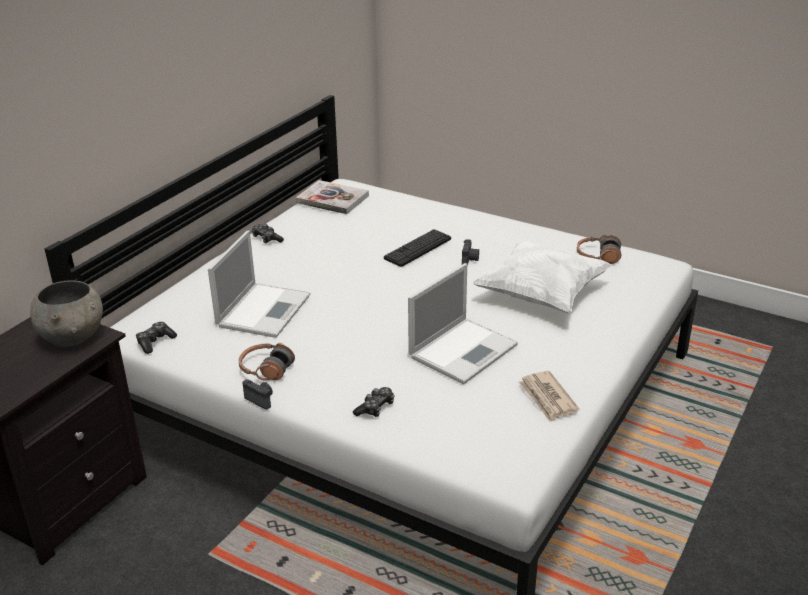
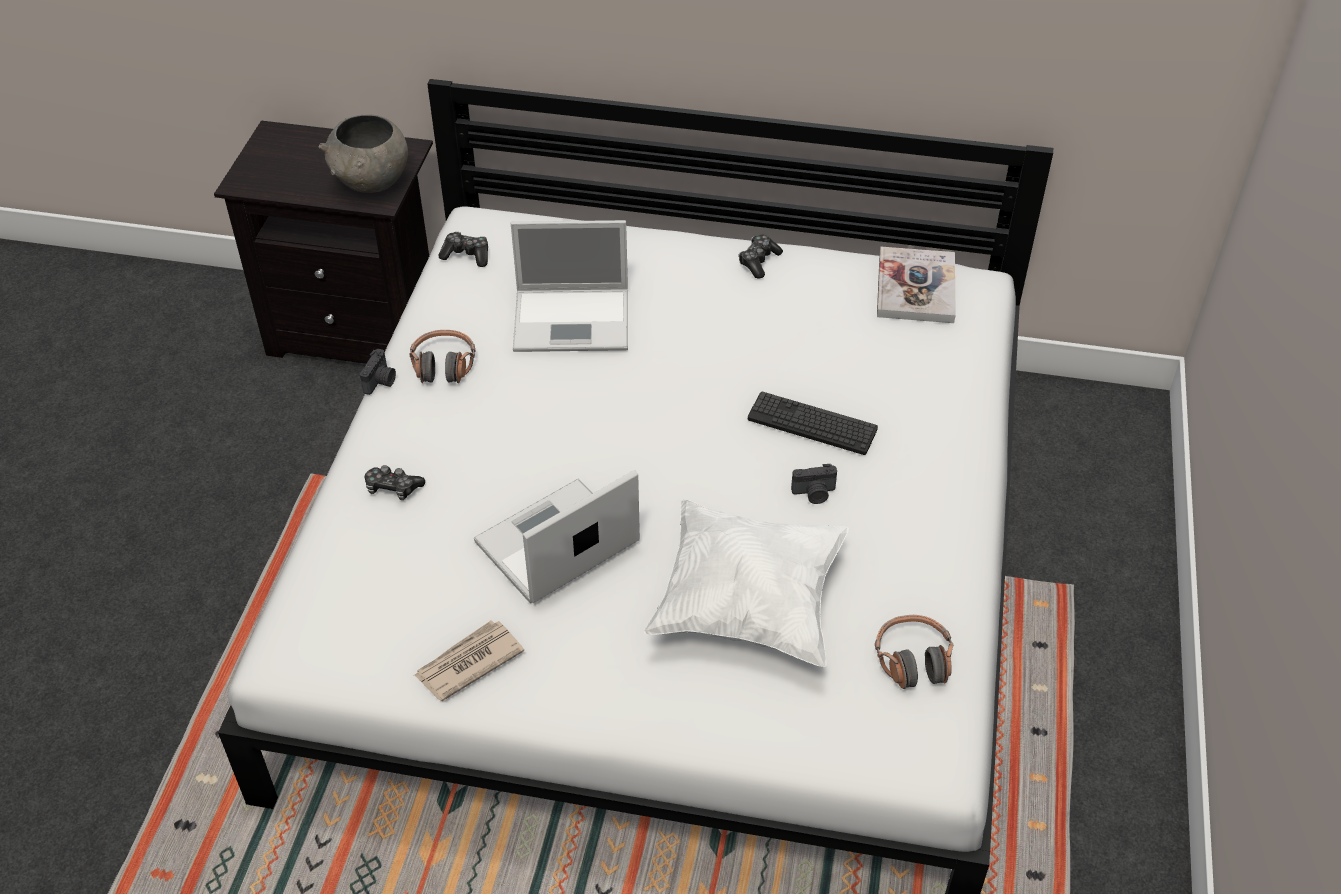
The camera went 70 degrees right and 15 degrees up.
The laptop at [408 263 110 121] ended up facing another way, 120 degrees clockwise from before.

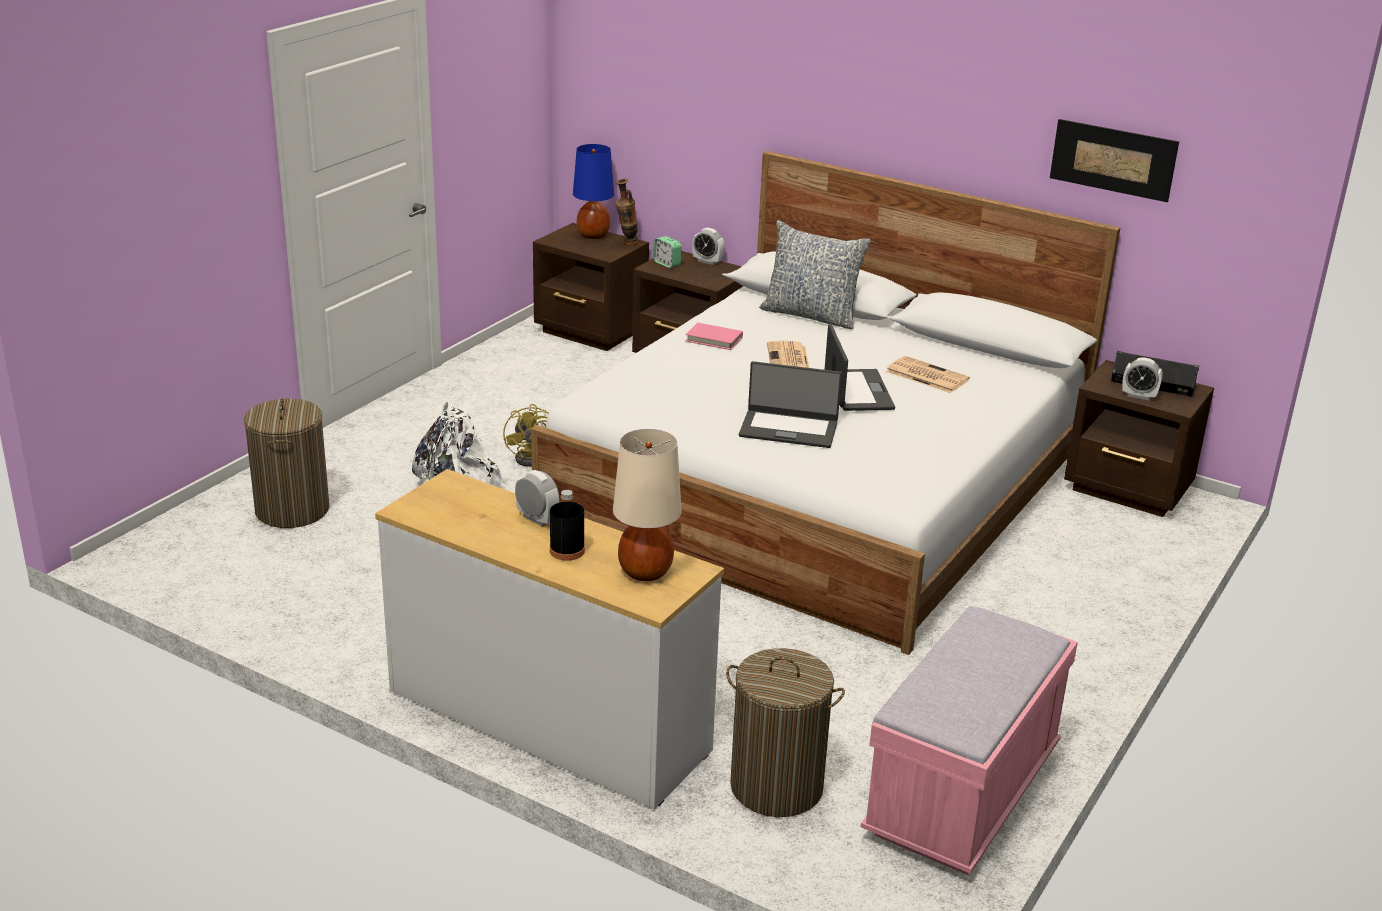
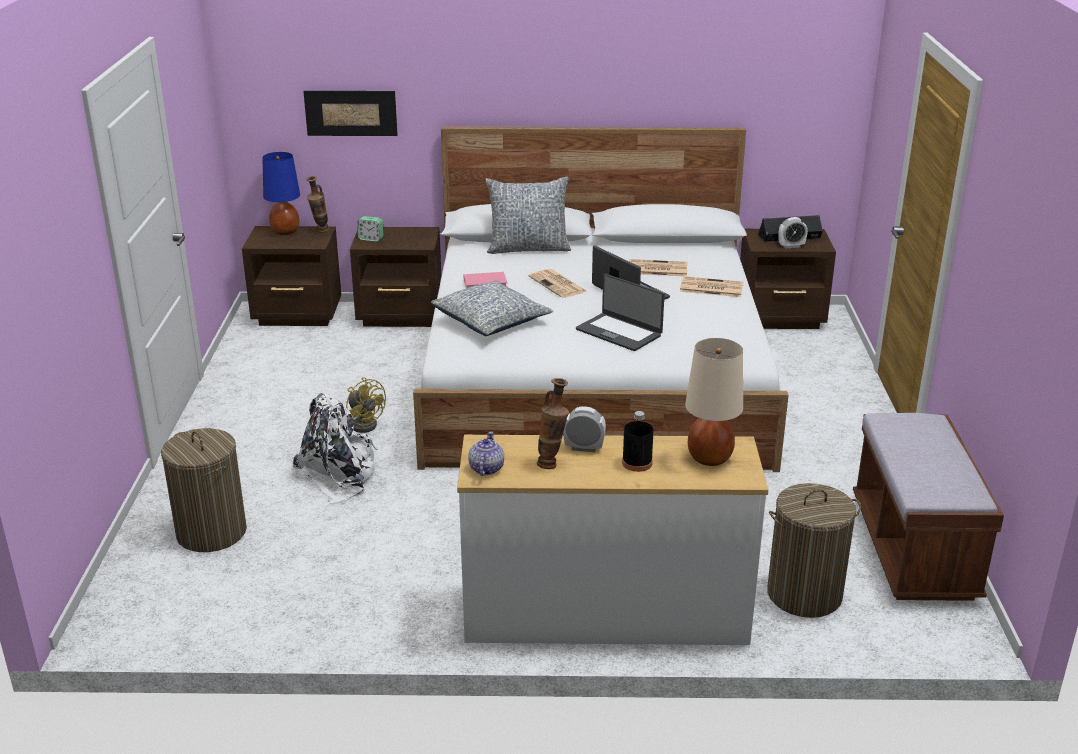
The camera went 30 degrees left and 0 degrees up.
The second view lost the alarm clock at [692 228 32 37].
The laptop at [739 361 103 87] ended up facing another way, 60 degrees clockwise from before.
What was the pink bench at [860 606 218 269] turned into the brown bench at [853 413 151 188].
The picture ended up elsewhere, having gone from [1050 119 129 83] to [303 91 95 45].
The second view gained the pillow at [431 280 122 56].
The second view gained the teapot at [468 432 36 44].
The second view gained the vase at [537 378 32 91].
The second view gained the newspaper at [680 276 64 21].

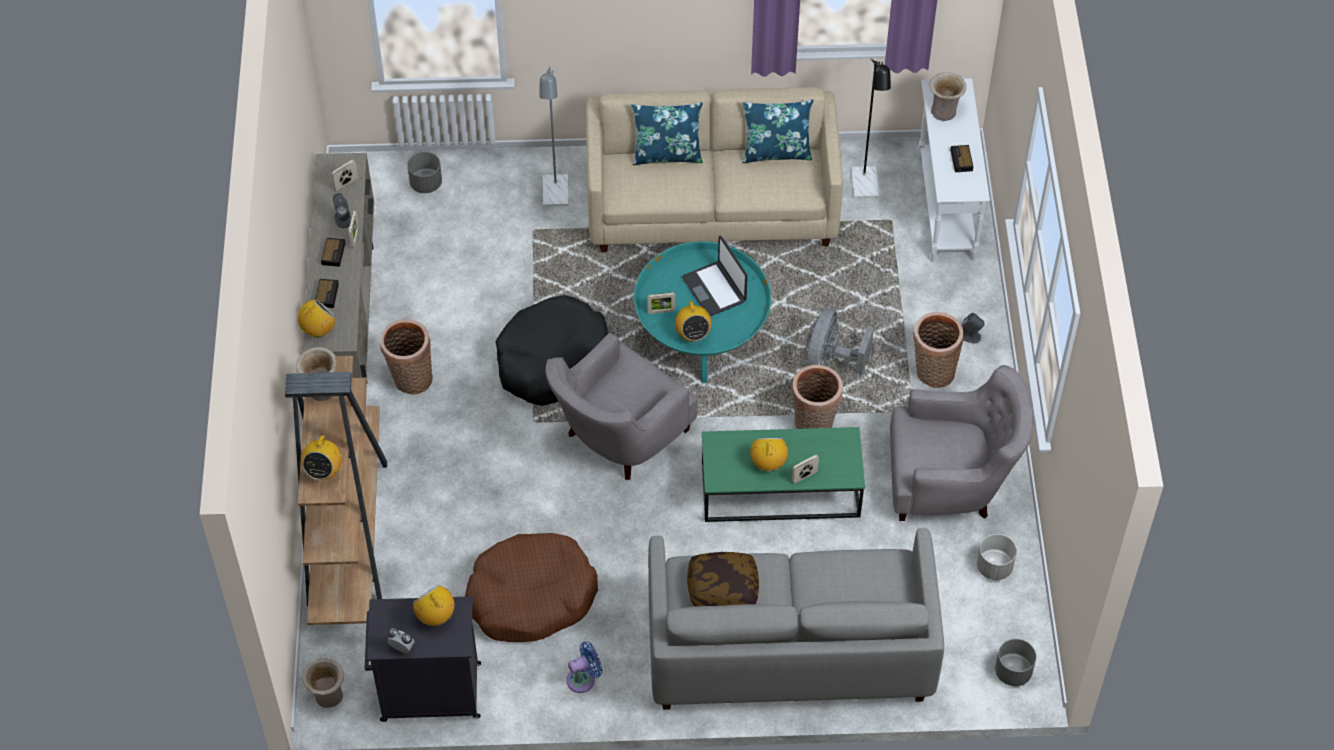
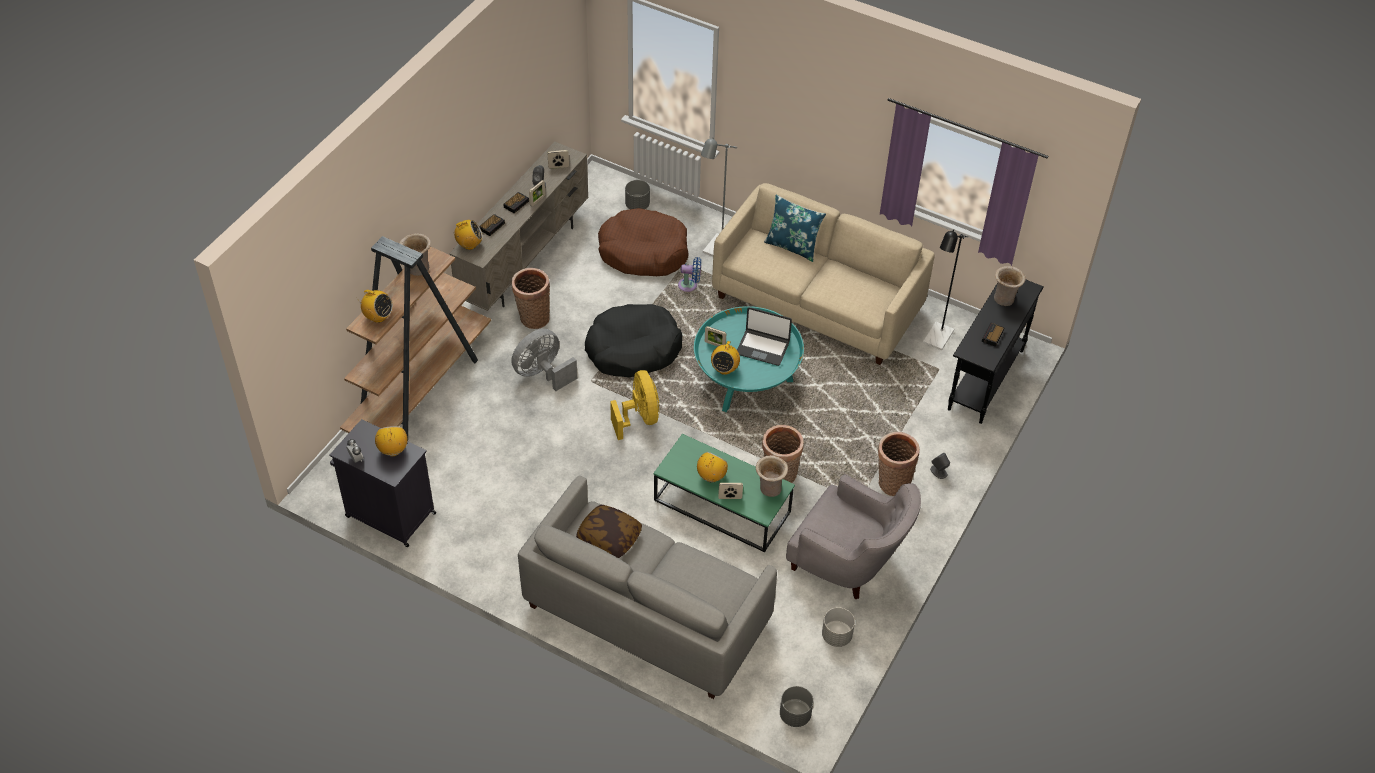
The camera went 30 degrees right and 5 degrees down.
The radio at [301 435 41 45] ended up facing another way, 105 degrees counterclockwise from before.
The beige vase ended up elsewhere, having gone from [302 658 42 50] to [756 455 32 42].
The brown dog bed ended up elsewhere, having gone from [465 533 133 109] to [598 208 90 68].
Where the grey armchair stood at [545 333 153 147], the yellow fan came to stand at [610 370 49 70].
The blue fan ended up elsewhere, having gone from [566 641 37 52] to [678 257 23 35].
The laptop at [682 236 66 80] ended up facing another way, 75 degrees counterclockwise from before.
The second view lost the blue pillow at [742 99 71 64].
The grey fan ended up elsewhere, having gone from [805 308 69 67] to [511 329 66 62].
What was the white console table at [918 78 72 184] turned into the black console table at [948 279 96 145].

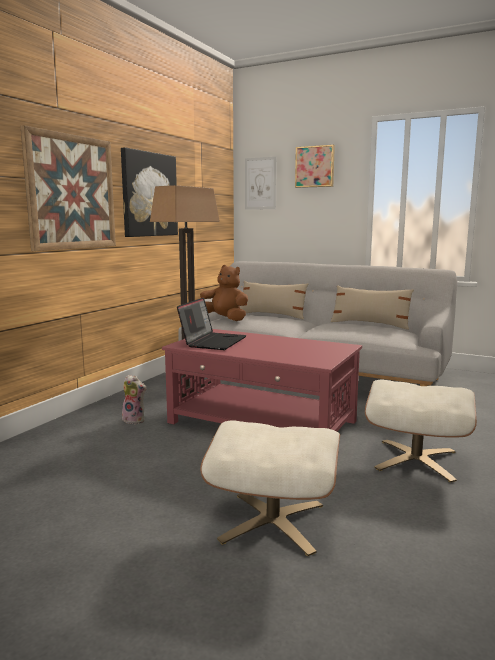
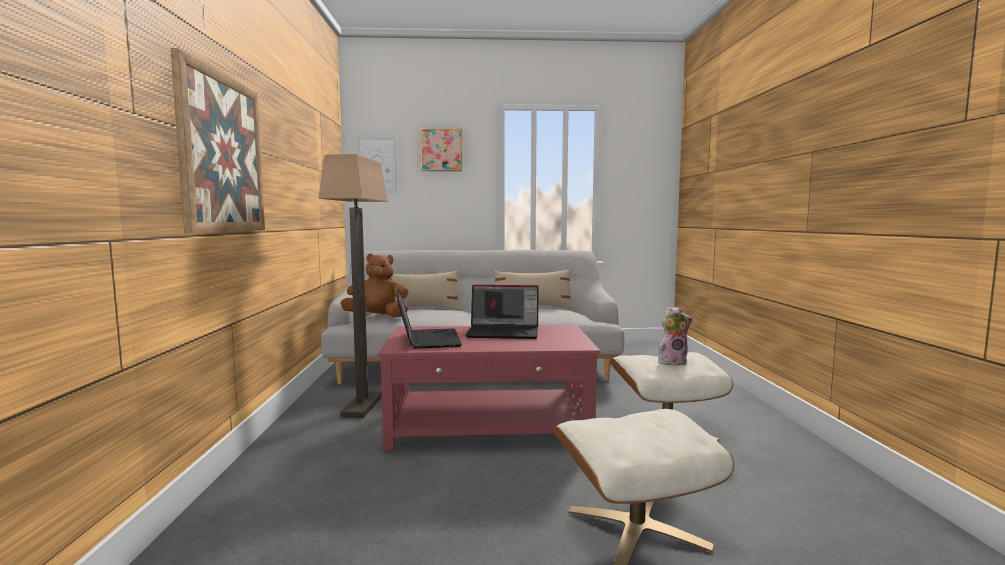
The camera went 30 degrees left and 5 degrees down.
The second view lost the picture at [121 147 57 90].
The plush toy ended up elsewhere, having gone from [122 375 25 49] to [658 307 35 59].
The second view gained the laptop at [465 285 74 54].

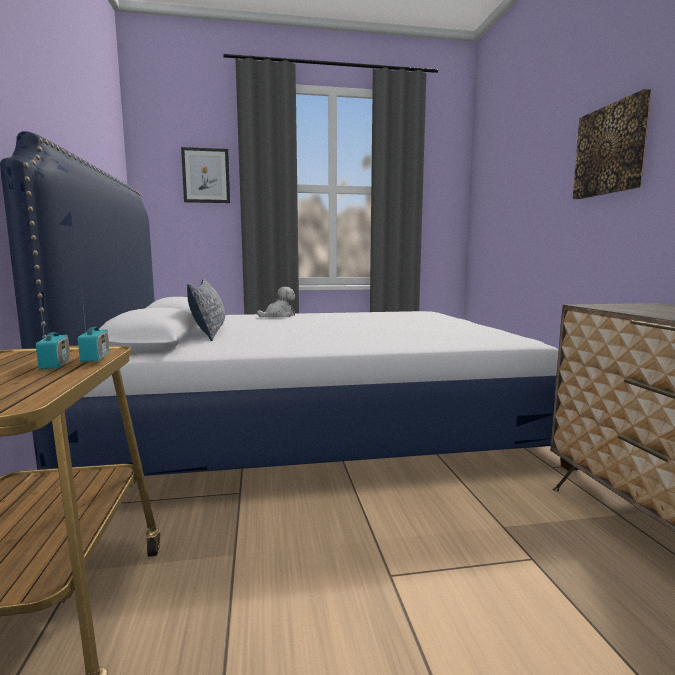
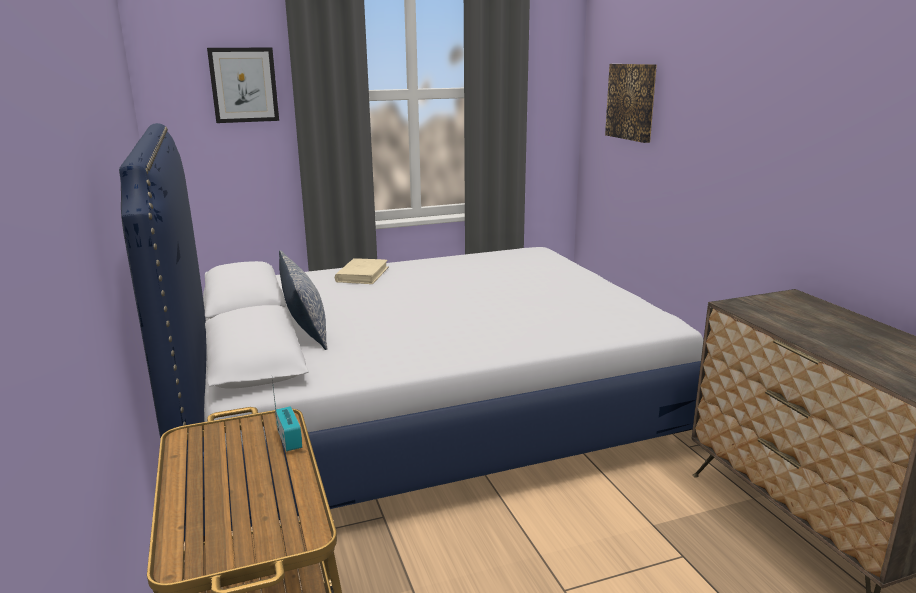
The camera went 10 degrees left and 10 degrees up.
The second view lost the radio at [36 291 34 78].
Where the plush toy stood at [257 287 39 30], the beige book came to stand at [335 258 54 26].
The picture ended up elsewhere, having gone from [573 89 78 110] to [605 64 52 79].

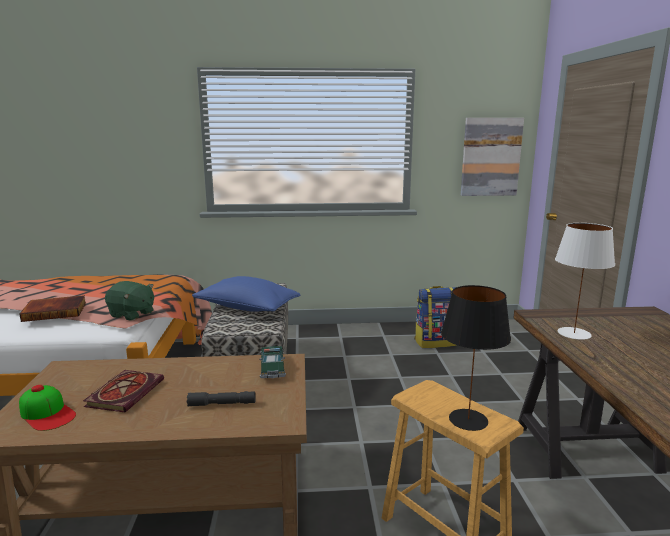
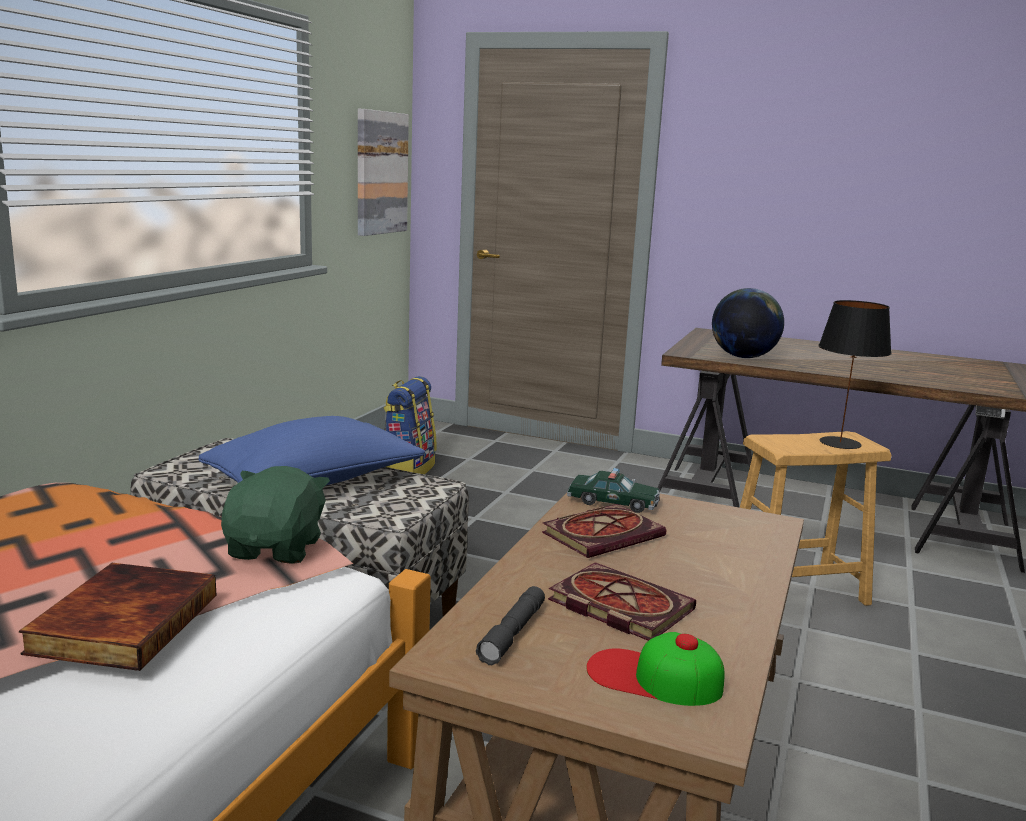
The camera went 65 degrees left and 0 degrees up.
The cap at [19 385 57 46] ended up facing another way, 135 degrees counterclockwise from before.
The green plush toy at [105 281 49 40] ended up facing another way, 45 degrees counterclockwise from before.
The grey flashlight ended up elsewhere, having gone from [187 391 69 15] to [476 586 69 79].
Where the white table lamp stood at [555 223 60 117], the globe came to stand at [712 288 72 70].
The second view gained the book at [542 504 124 54].

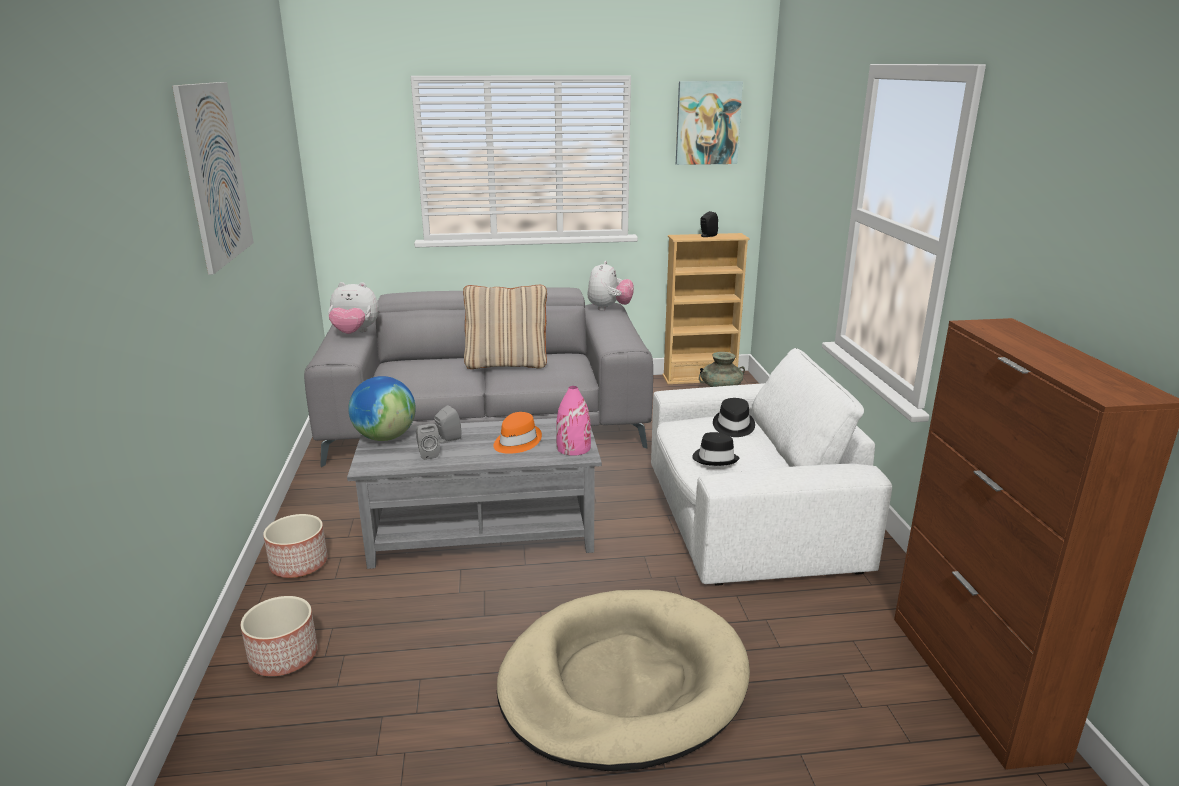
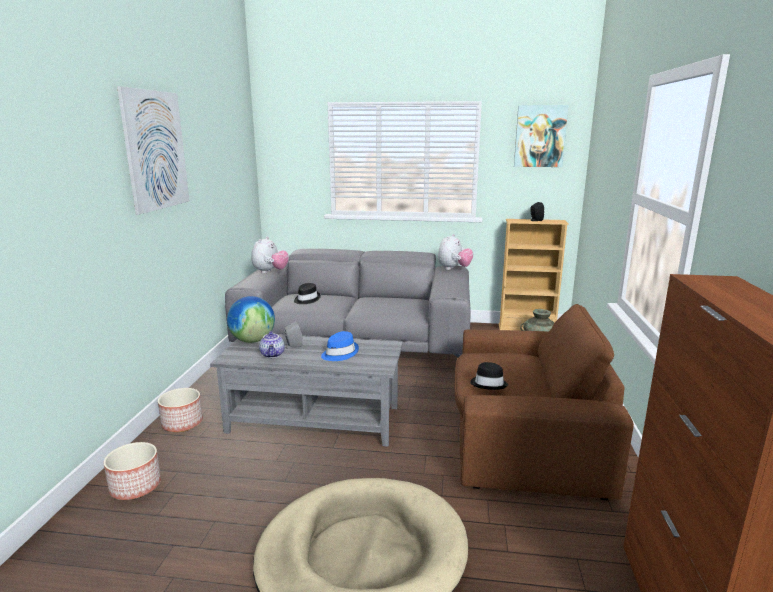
The camera went 15 degrees right and 5 degrees down.
The plush toy at [328 282 51 52] ended up facing another way, 90 degrees counterclockwise from before.
Where the grey speaker stood at [416 423 24 37], the teapot came to stand at [259 331 26 27].
The second view lost the beige pillow at [463 285 84 84].
What was the orange hat at [493 412 49 42] turned into the blue hat at [321 331 38 30].
The second view lost the pink vase at [556 386 35 70].
What was the white armchair at [651 348 241 238] turned into the brown armchair at [455 304 179 196].
The black hat ended up elsewhere, having gone from [713 398 42 39] to [294 283 27 21].

